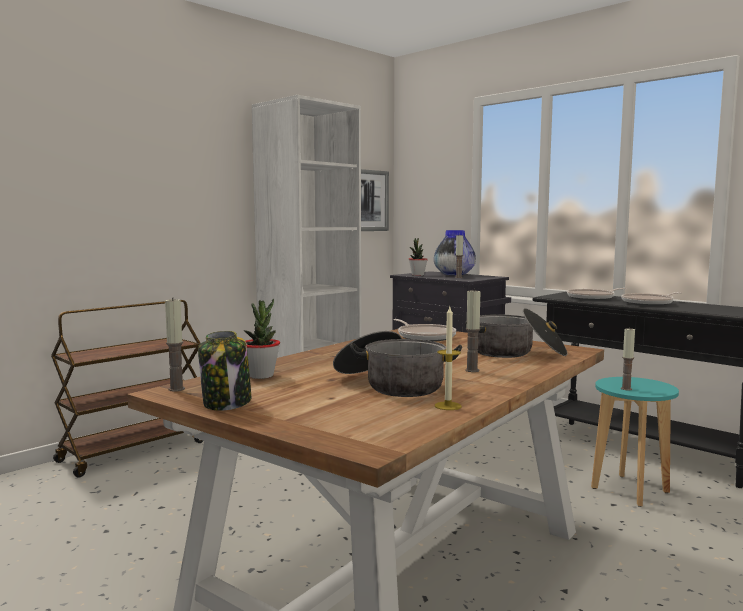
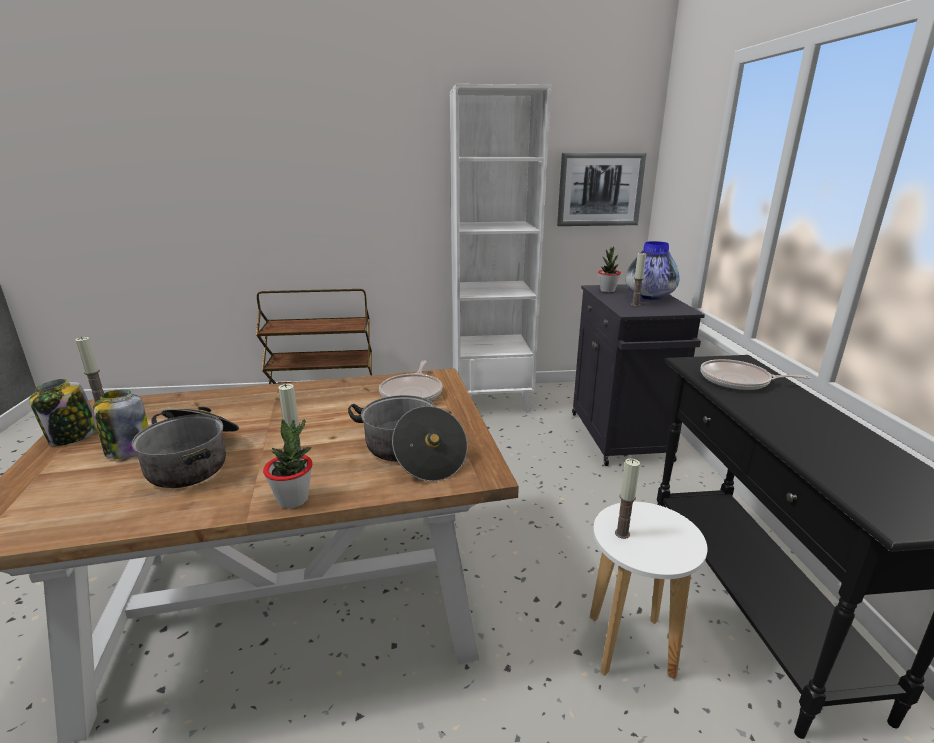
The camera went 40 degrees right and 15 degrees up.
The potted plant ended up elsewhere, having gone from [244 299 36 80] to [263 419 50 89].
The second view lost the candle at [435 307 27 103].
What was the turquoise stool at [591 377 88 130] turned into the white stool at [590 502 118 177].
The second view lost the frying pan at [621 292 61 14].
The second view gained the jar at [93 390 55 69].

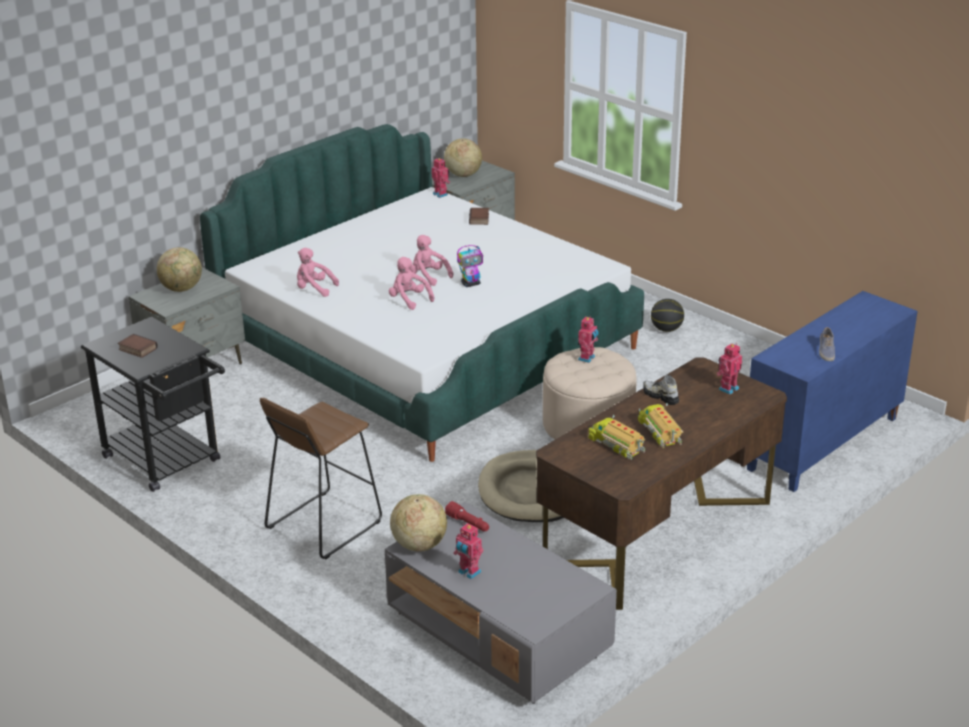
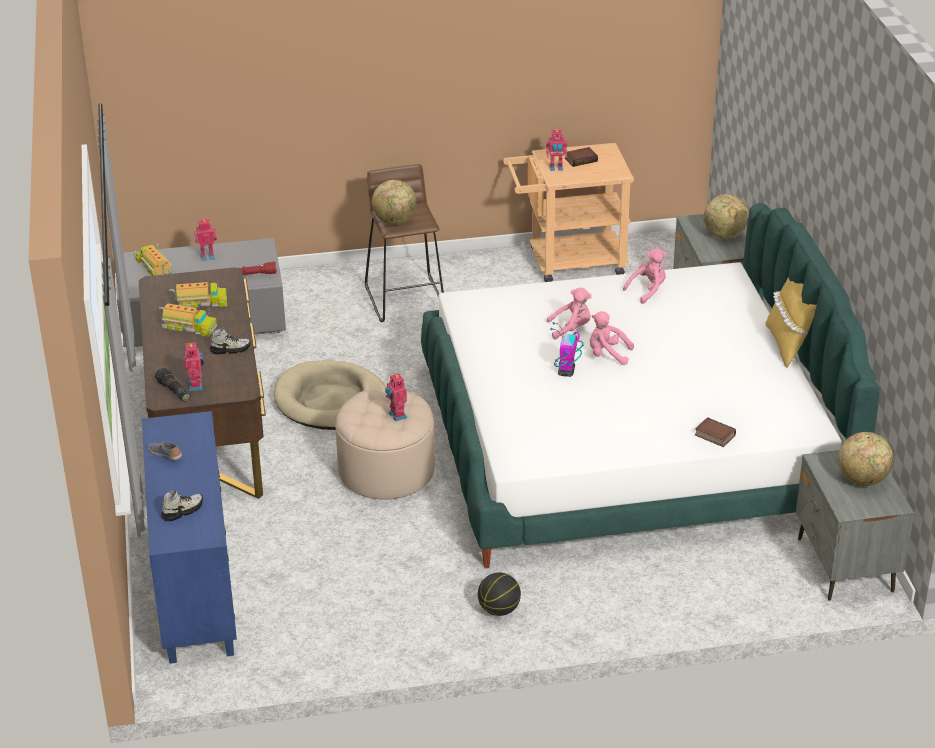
The camera went 125 degrees right and 5 degrees up.
What was the black cart at [81 317 144 175] turned into the beige cart at [503 143 131 139].
The globe ended up elsewhere, having gone from [390 494 57 57] to [372 180 45 44].
The pink plush toy at [409 235 44 51] ended up facing another way, 150 degrees counterclockwise from before.
The toy robot ended up elsewhere, having gone from [431 157 19 41] to [546 129 21 42].
The second view gained the toy truck at [135 243 37 33].
The second view gained the flashlight at [155 368 36 34].
The second view gained the shoe at [161 490 42 31].
The second view gained the yellow pillow at [765 277 52 91].

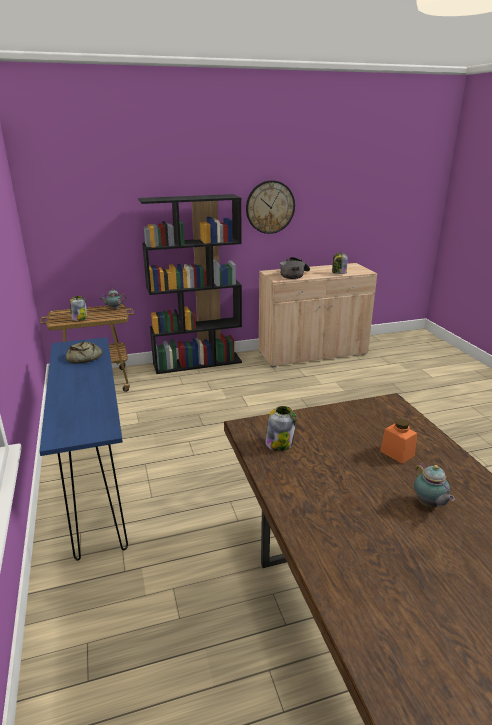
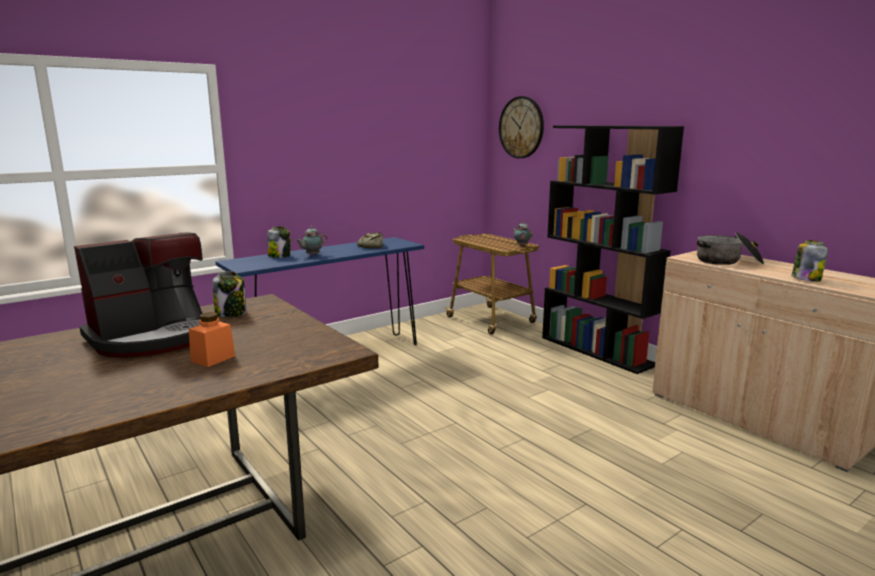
The camera went 70 degrees right and 10 degrees down.
The jar ended up elsewhere, having gone from [70 296 17 25] to [267 226 23 32].
The wall clock ended up elsewhere, having gone from [246 180 49 54] to [499 96 45 62].
The teapot ended up elsewhere, having gone from [414 463 41 45] to [295 226 32 30].
The second view gained the coffee machine at [74 232 129 126].

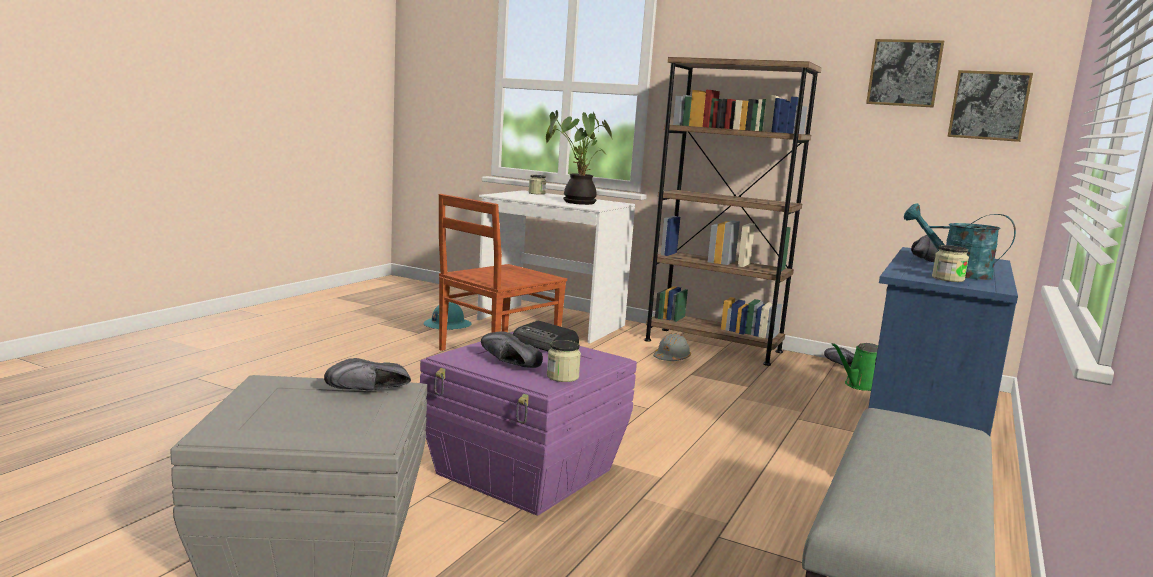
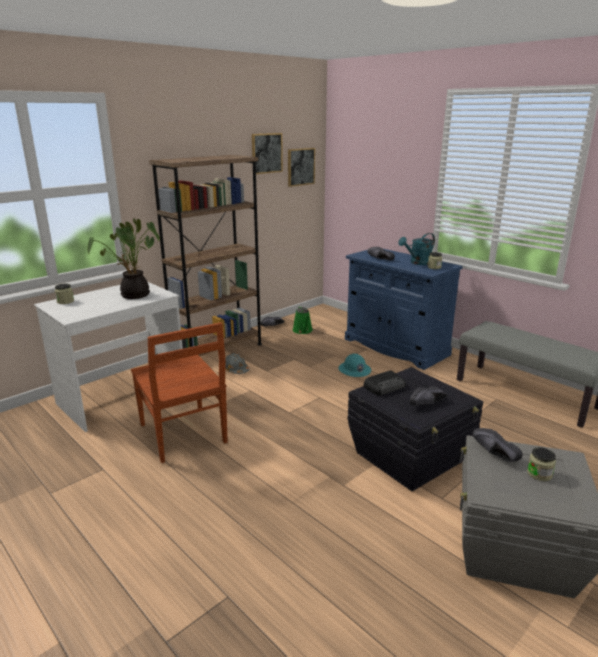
The camera went 70 degrees left and 10 degrees up.
The black shoe at [324 358 87 32] ended up facing another way, 150 degrees clockwise from before.
What was the purple storage box at [420 332 217 184] turned into the black storage box at [348 367 135 124].
The turquoise hard hat ended up elsewhere, having gone from [424 302 47 28] to [338 354 33 23].
The jar ended up elsewhere, having gone from [547 340 34 42] to [527 447 29 34].

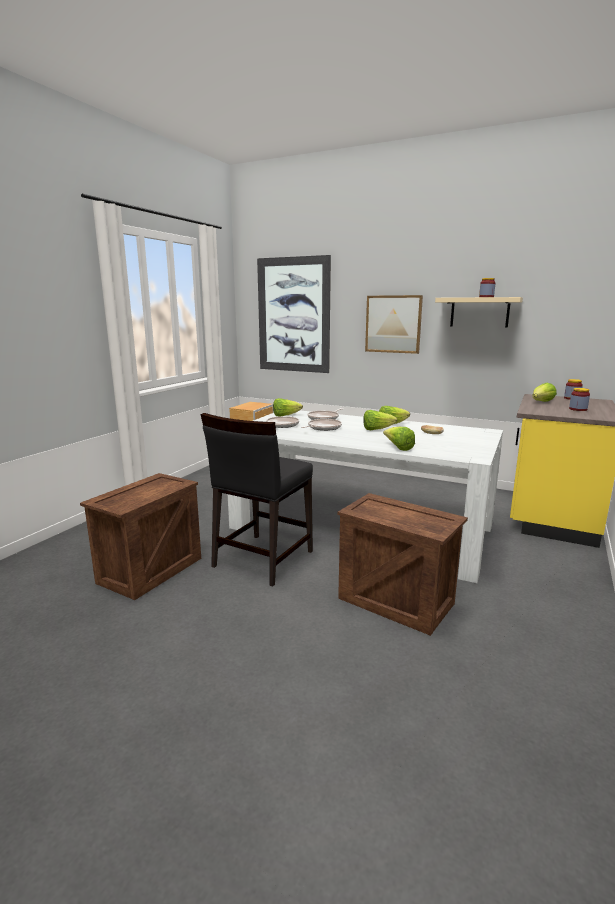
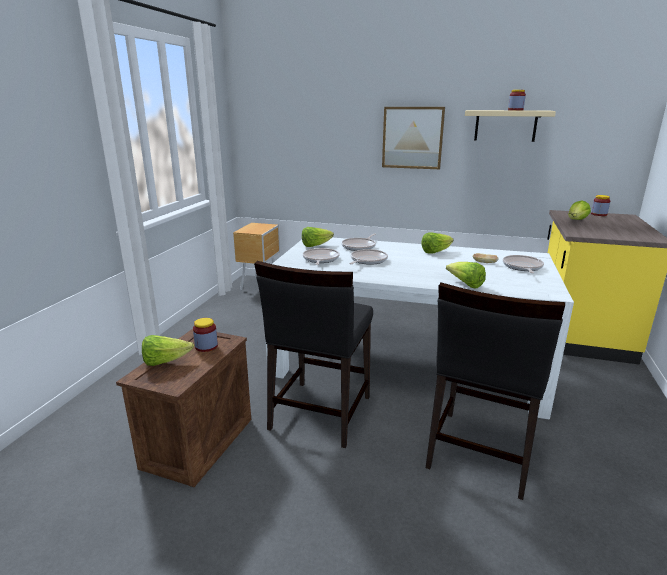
The camera went 10 degrees left and 5 degrees up.
The second view lost the picture at [257 255 74 118].
Where the crate stood at [338 493 130 143], the black chair came to stand at [426 282 139 218].
The lettuce ended up elsewhere, having gone from [363 410 34 20] to [142 335 52 31].
The jar ended up elsewhere, having gone from [569 388 21 23] to [193 318 25 34].
The second view gained the frying pan at [503 255 41 18].

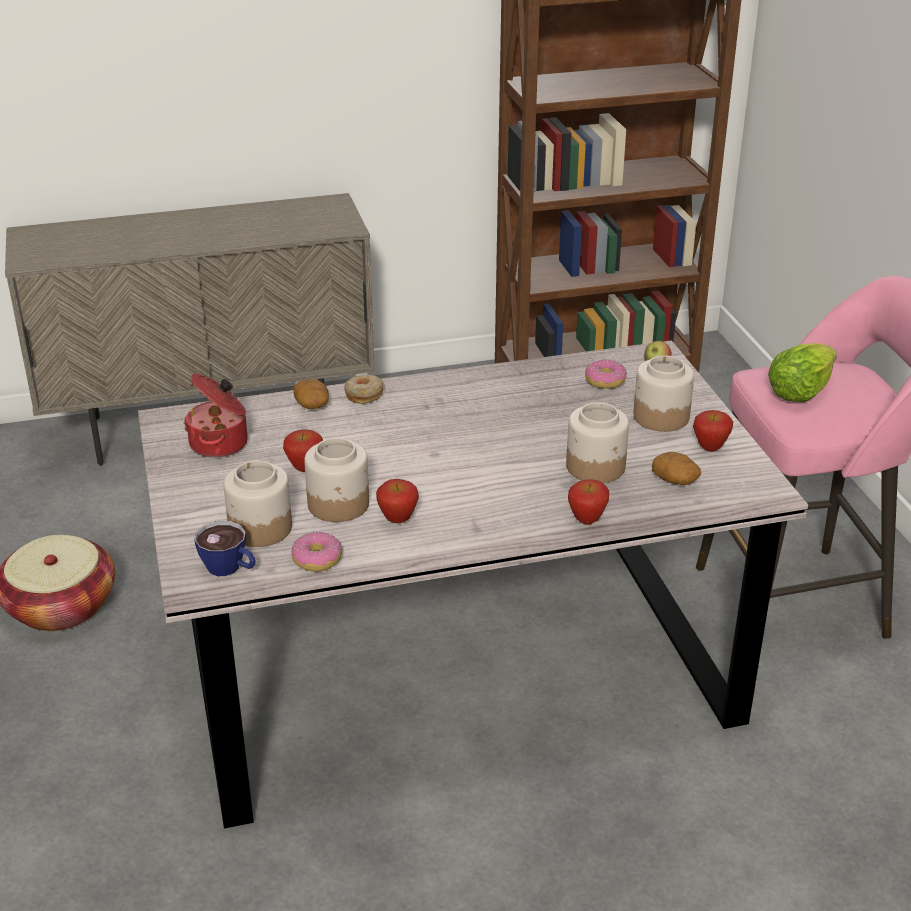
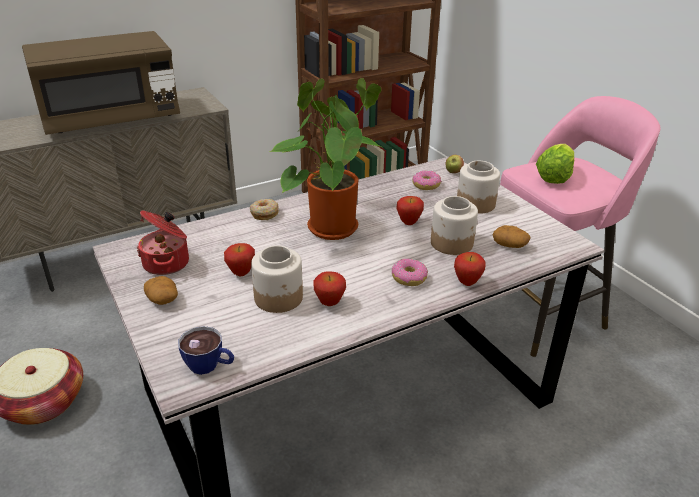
The camera went 15 degrees left and 0 degrees up.
The second view lost the jar at [223 460 69 87].
The donut ended up elsewhere, having gone from [292 531 50 41] to [392 259 36 27].
The potato ended up elsewhere, having gone from [293 379 36 30] to [144 276 34 29].
The apple ended up elsewhere, having gone from [693 410 40 42] to [397 196 27 29].
The second view gained the brown microwave at [22 31 158 104].
The second view gained the potted plant at [269 78 113 162].

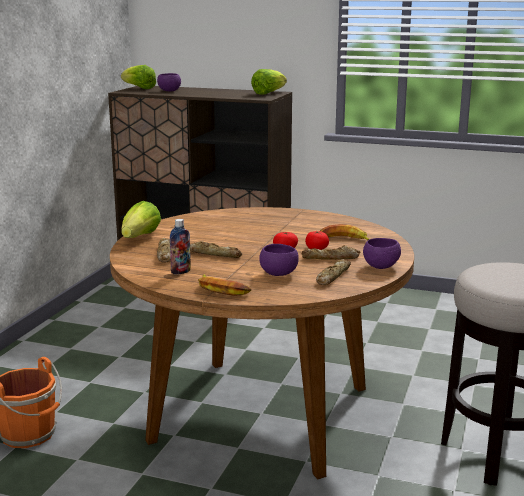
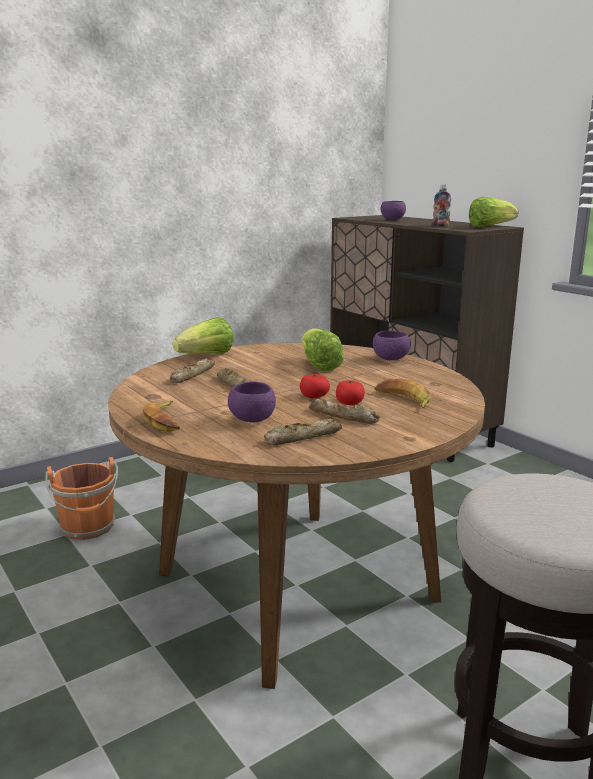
The camera went 35 degrees right and 0 degrees up.
The lettuce ended up elsewhere, having gone from [121 65 35 24] to [302 328 42 43].
The bottle ended up elsewhere, having gone from [170 219 21 56] to [433 184 18 42].
The purple bowl ended up elsewhere, having gone from [363 238 38 31] to [373 331 38 29].

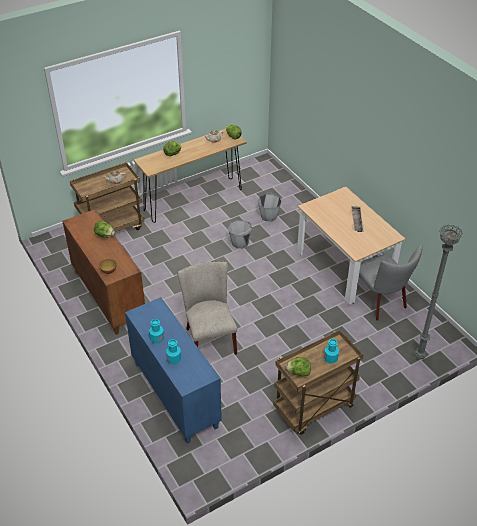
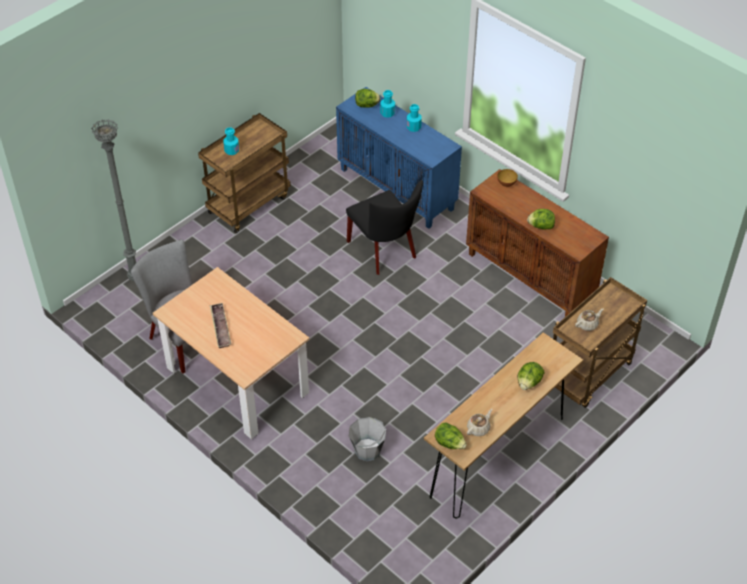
The camera went 165 degrees right and 5 degrees up.
What was the beige chair at [177 262 60 93] turned into the black chair at [346 180 77 95].
The second view lost the grey bucket at [228 220 25 29].
The lettuce ended up elsewhere, having gone from [286 357 25 19] to [355 89 25 19].

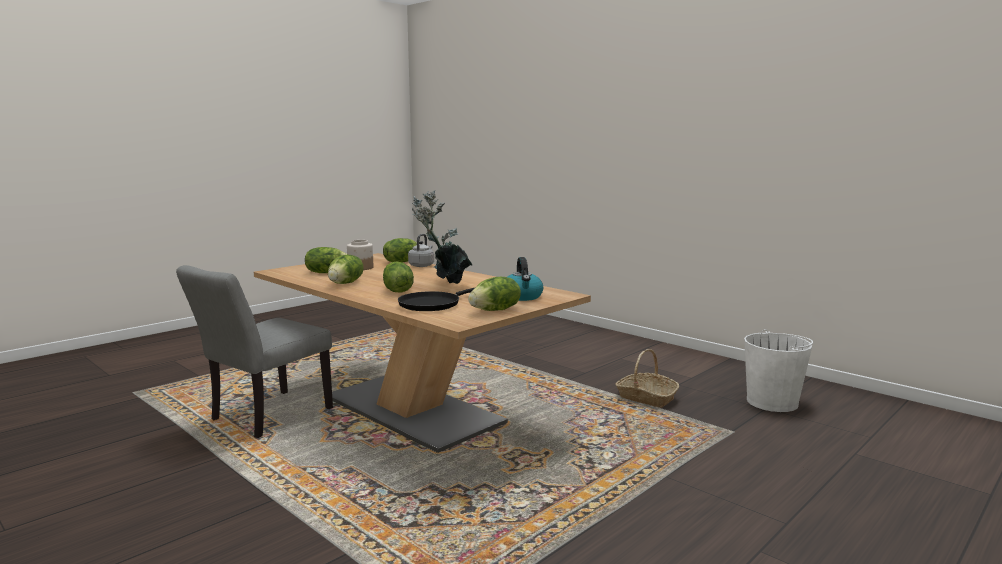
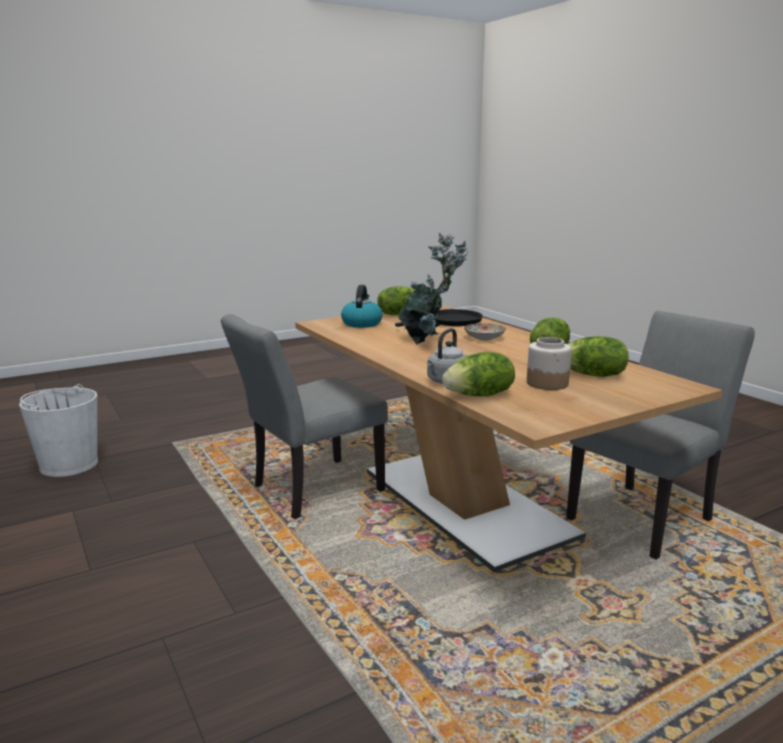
The camera went 165 degrees left and 5 degrees up.
Where the lettuce stood at [383 262 31 31], the plate came to stand at [464 323 42 17].
The second view lost the basket at [615 349 64 59].
The second view gained the grey chair at [221 314 167 205].

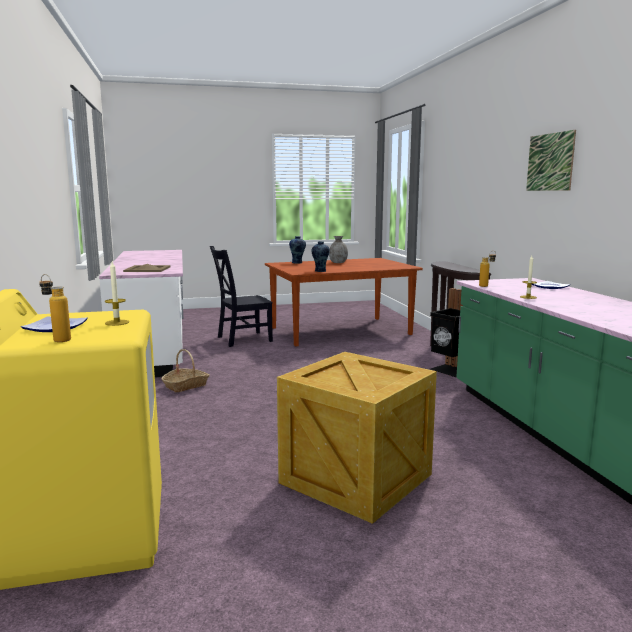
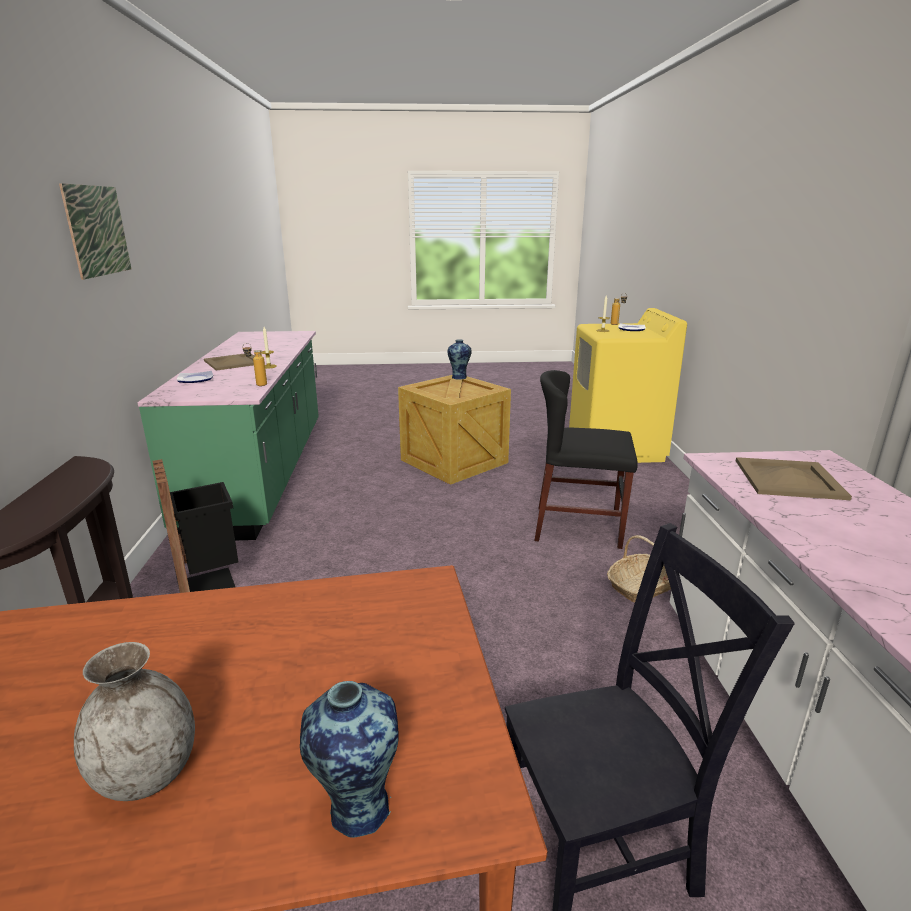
The camera went 170 degrees left and 10 degrees up.
The vase ended up elsewhere, having gone from [311 241 19 31] to [447 339 25 41].
The second view gained the beige tray at [204 354 51 17].
The second view gained the black chair at [534 370 104 179].

